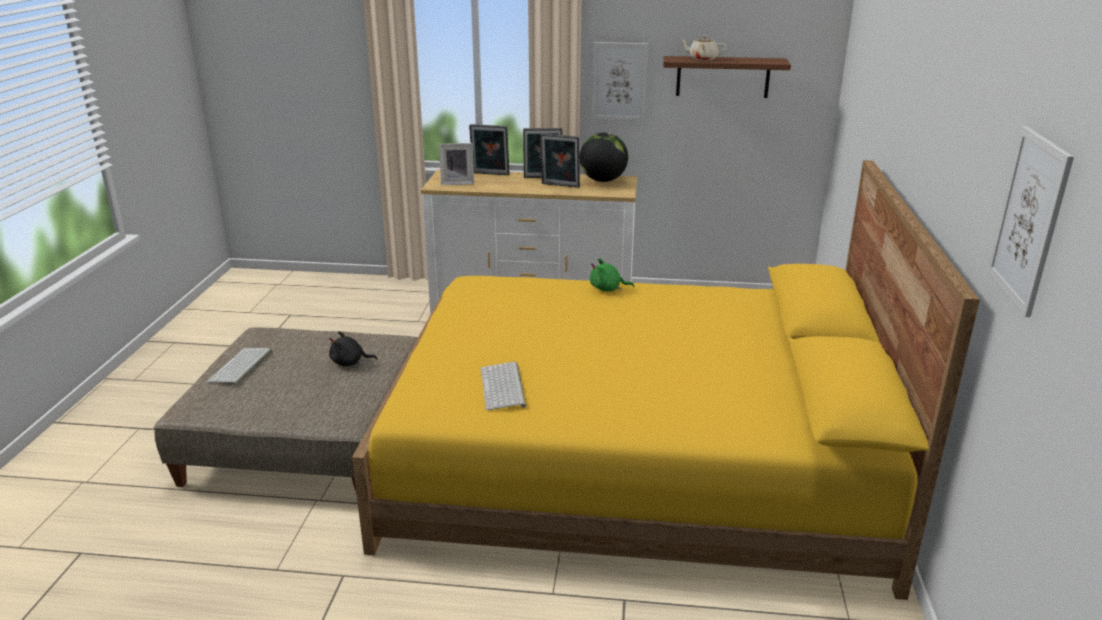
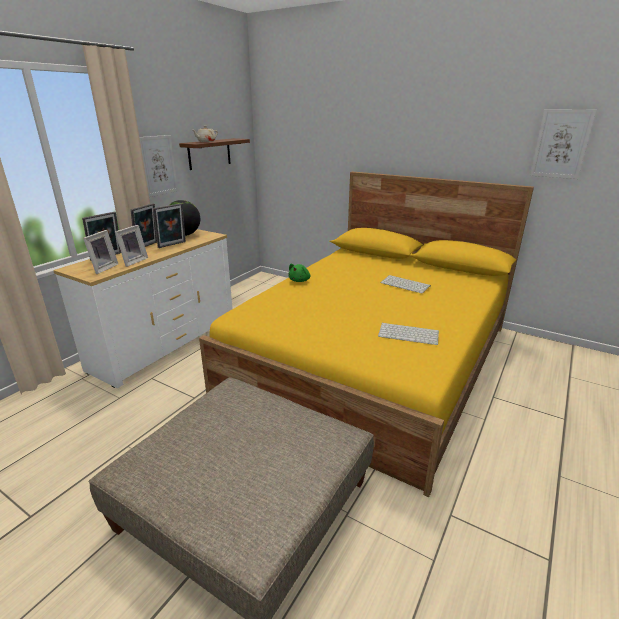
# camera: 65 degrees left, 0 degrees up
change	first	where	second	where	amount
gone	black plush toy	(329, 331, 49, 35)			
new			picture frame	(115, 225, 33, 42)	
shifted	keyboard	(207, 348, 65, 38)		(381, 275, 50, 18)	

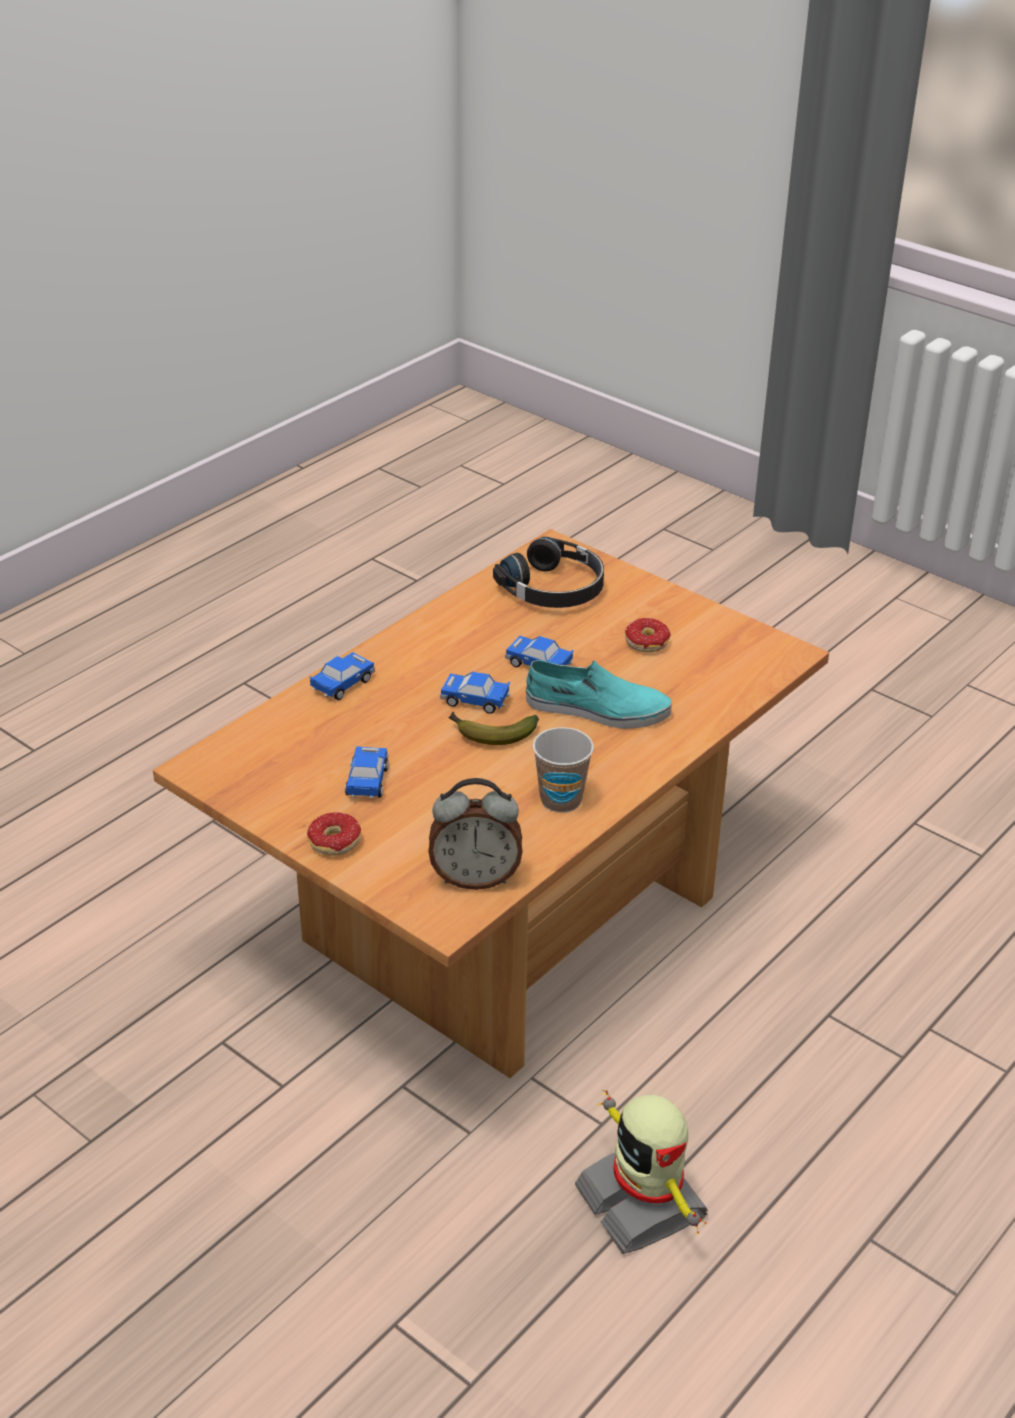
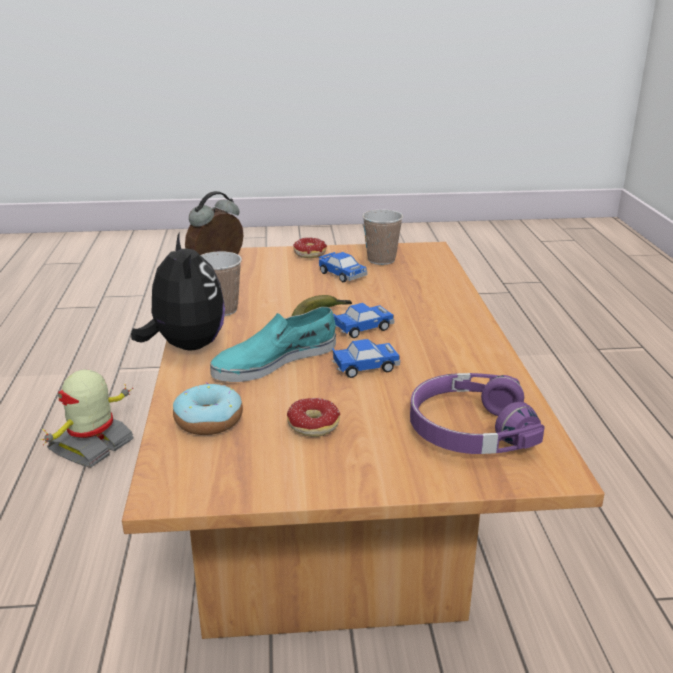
# camera: 135 degrees right, 10 degrees down
change	first	where	second	where	amount
gone	toy car	(309, 652, 66, 48)			
new			plush toy	(131, 234, 94, 117)	
new			donut	(173, 383, 70, 52)	
new			cup	(362, 209, 41, 56)	
repainted	black headphones	(493, 537, 111, 71)	purple headphones	(410, 373, 135, 81)	
rotated	toy robot	(575, 1090, 133, 164)		(41, 369, 93, 99)	75 degrees counterclockwise

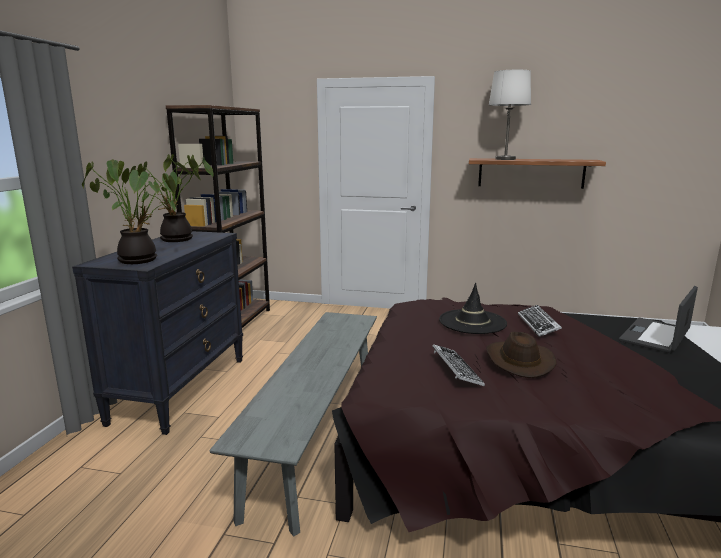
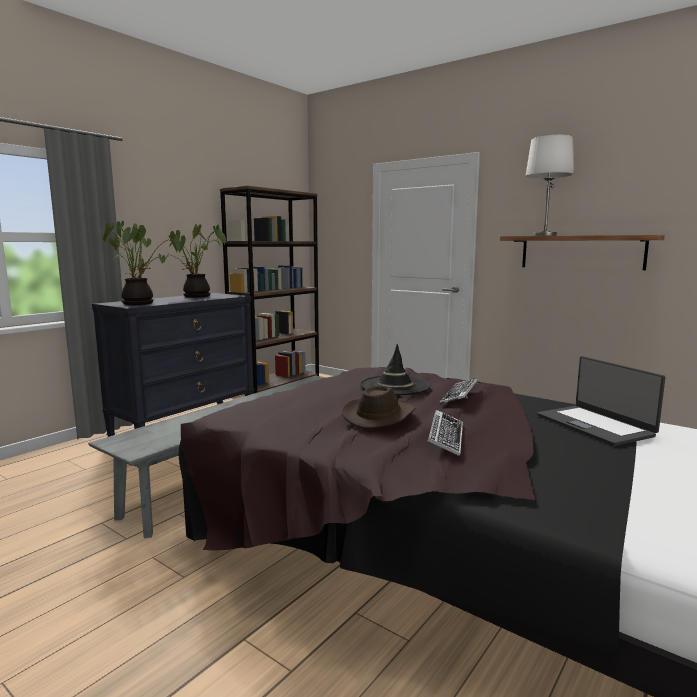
# camera: 25 degrees right, 5 degrees down
change	first	where	second	where	amount
shifted	keyboard	(432, 344, 53, 42)		(427, 410, 36, 46)	
rotated	laptop	(619, 286, 79, 67)		(537, 356, 128, 90)	90 degrees counterclockwise

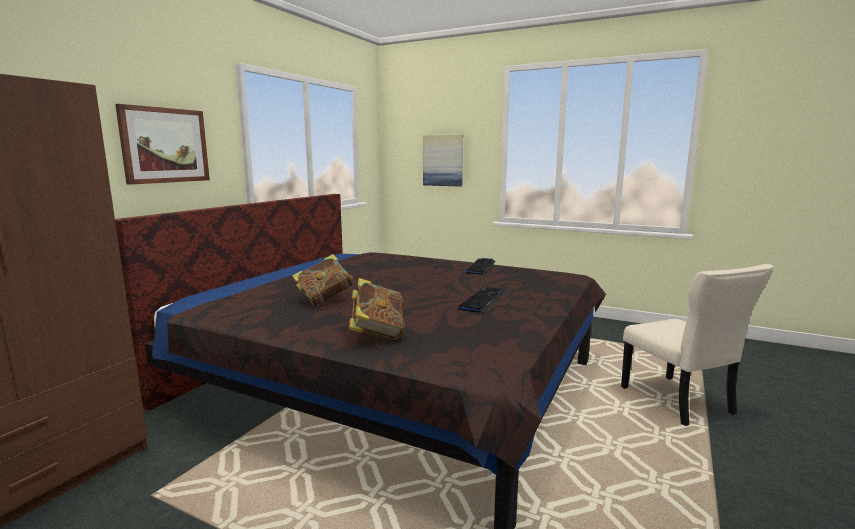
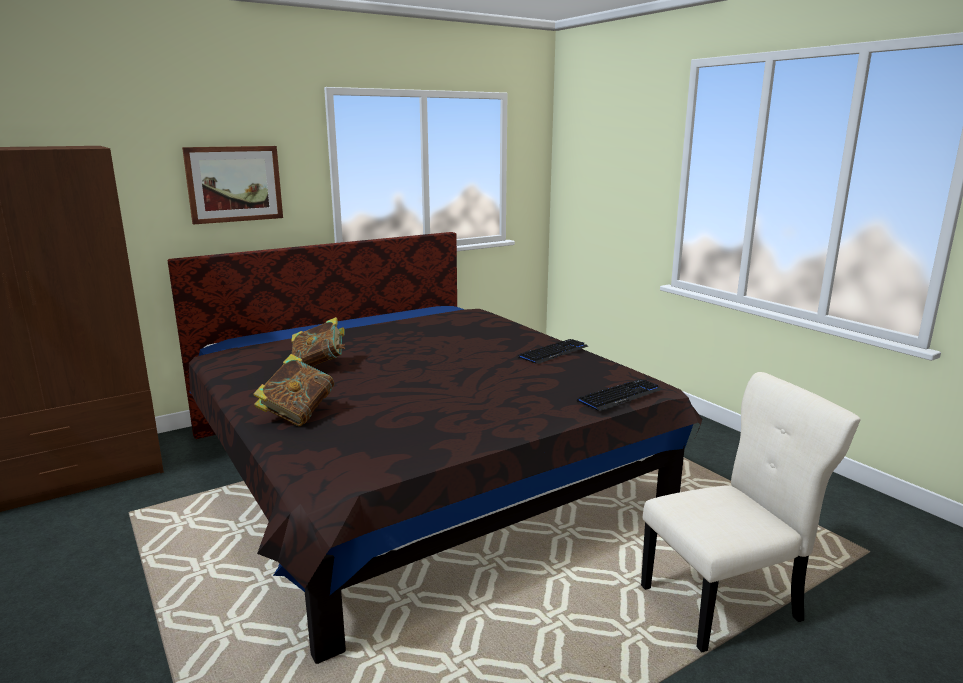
# camera: 30 degrees right, 5 degrees up
change	first	where	second	where	amount
gone	picture	(423, 135, 40, 52)			
shifted	keyboard	(458, 287, 47, 26)		(577, 379, 86, 32)	
rotated	beige chair	(621, 264, 153, 162)		(641, 372, 220, 280)	120 degrees counterclockwise

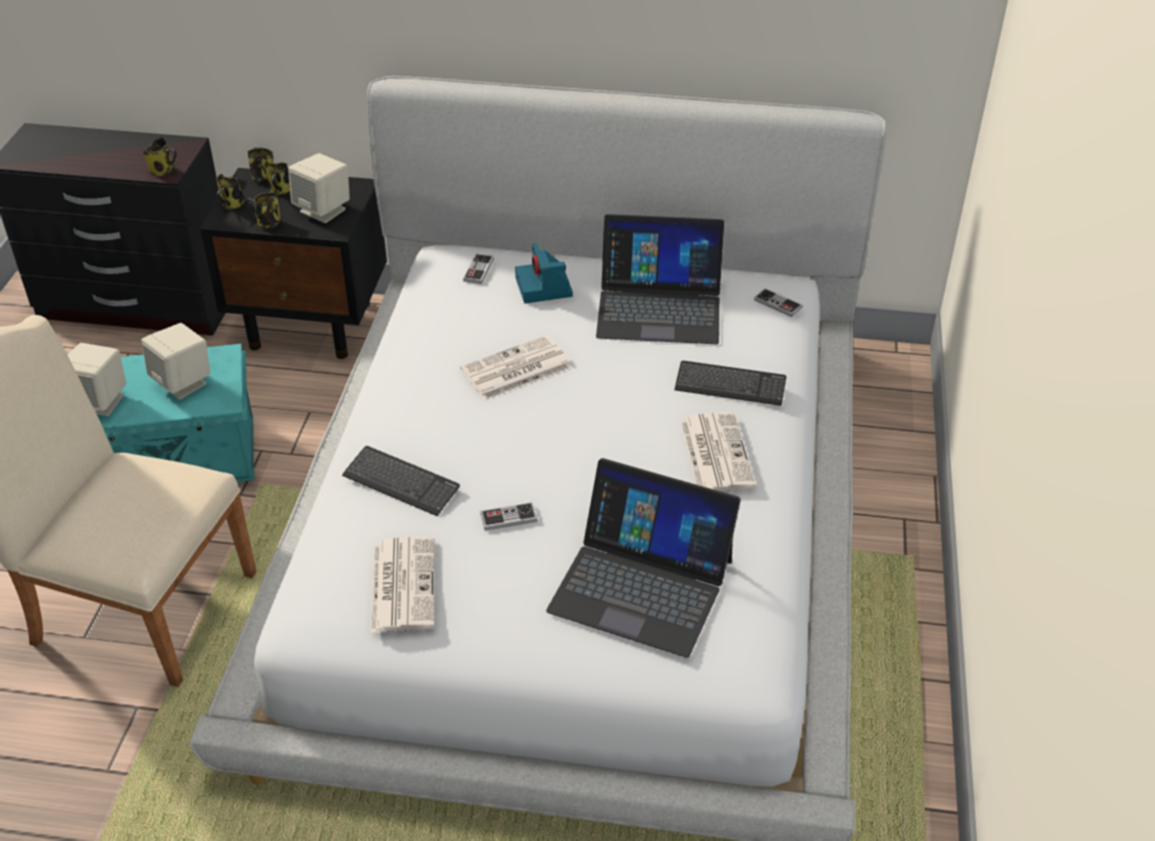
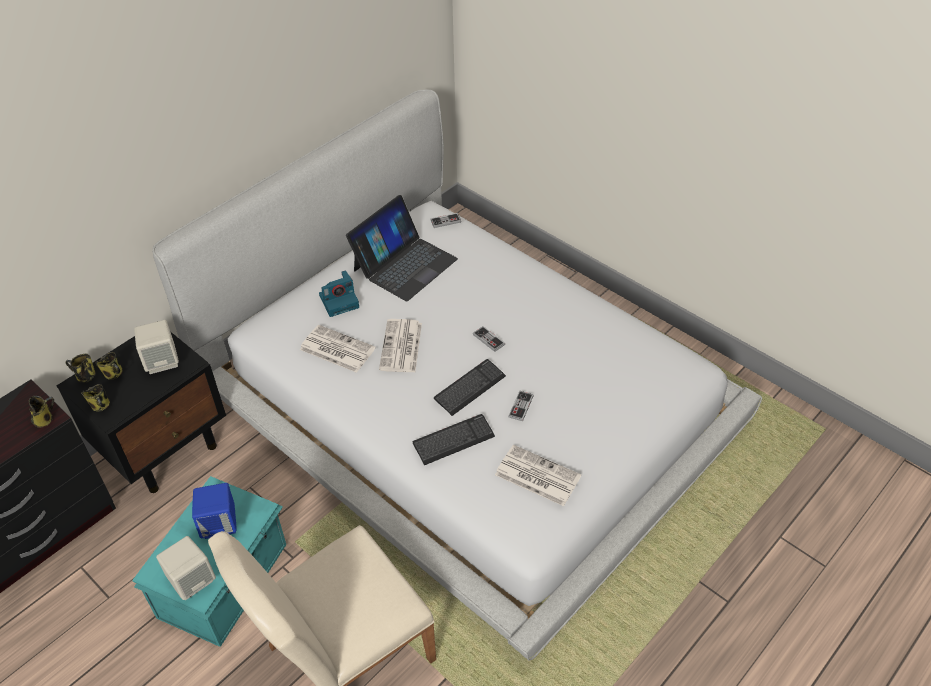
# camera: 55 degrees left, 5 degrees up
change	first	where	second	where	amount
gone	mug	(246, 192, 35, 37)			
gone	laptop	(546, 458, 195, 200)			
shifted	game controller	(463, 254, 31, 30)		(473, 326, 32, 26)	
shifted	keyboard	(675, 361, 111, 45)		(434, 359, 72, 57)	
shifted	newspaper	(681, 412, 75, 80)		(300, 325, 76, 48)	
repainted	beige speaker	(141, 323, 69, 76)	blue speaker	(192, 483, 45, 56)	
rotated	photo camera	(515, 243, 58, 61)		(319, 270, 40, 47)	45 degrees counterclockwise

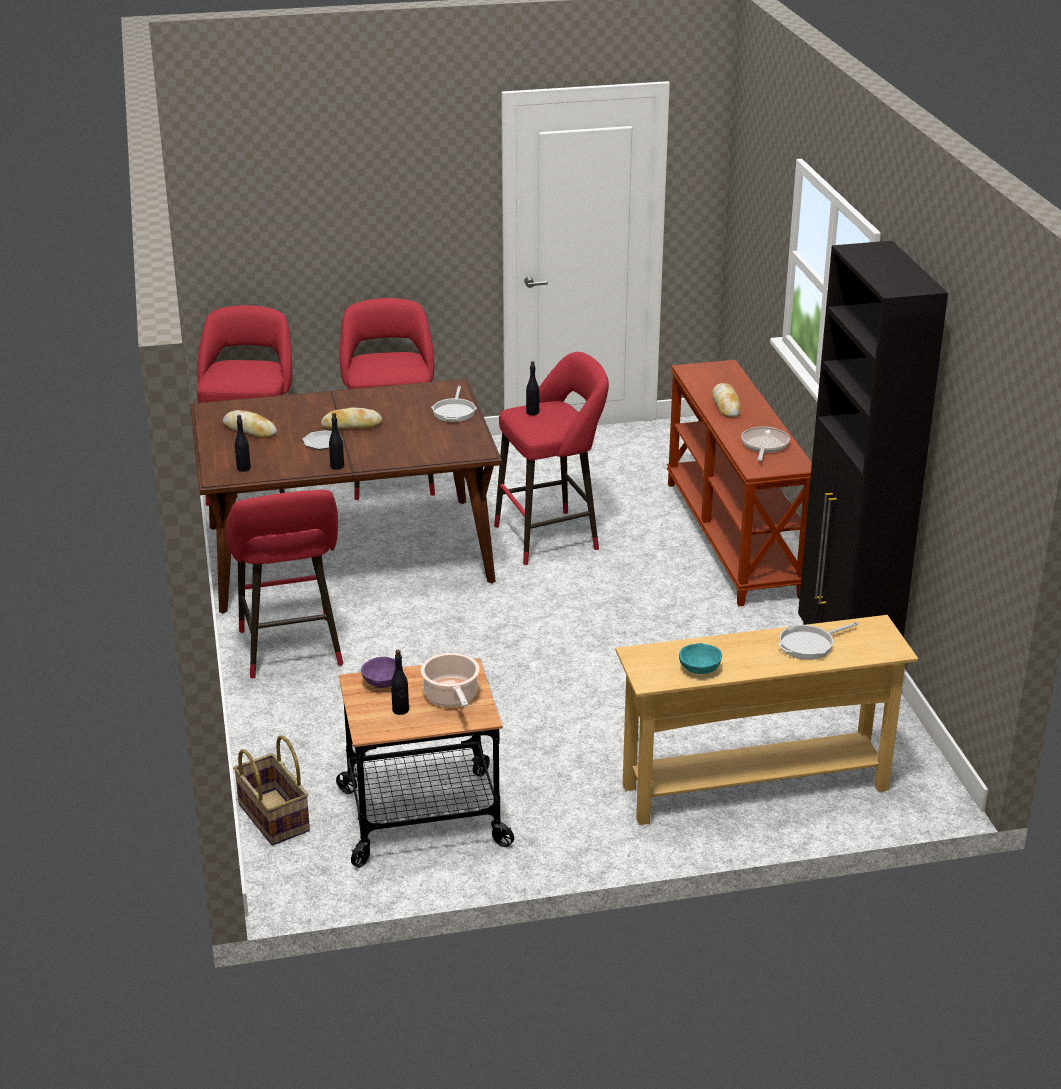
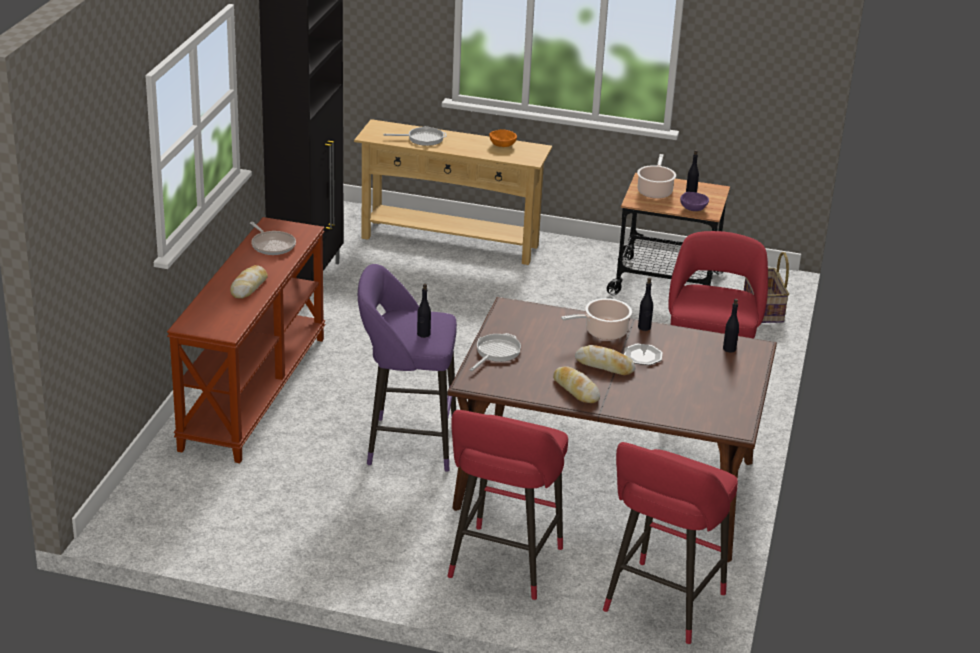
# camera: 155 degrees left, 0 degrees up
change	first	where	second	where	amount
new			cooking pot	(561, 298, 71, 42)	
shifted	bread	(223, 410, 54, 28)		(553, 366, 47, 37)	
repainted	red stool	(494, 352, 115, 213)	purple stool	(358, 264, 99, 208)	
repainted	turquoise bowl	(679, 643, 43, 31)	orange bowl	(489, 129, 28, 18)	
rotated	frying pan	(741, 426, 49, 35)		(250, 222, 46, 33)	75 degrees counterclockwise

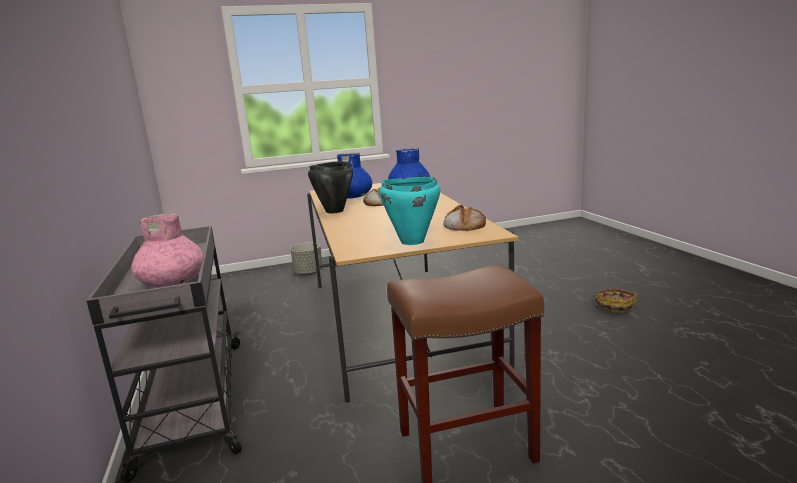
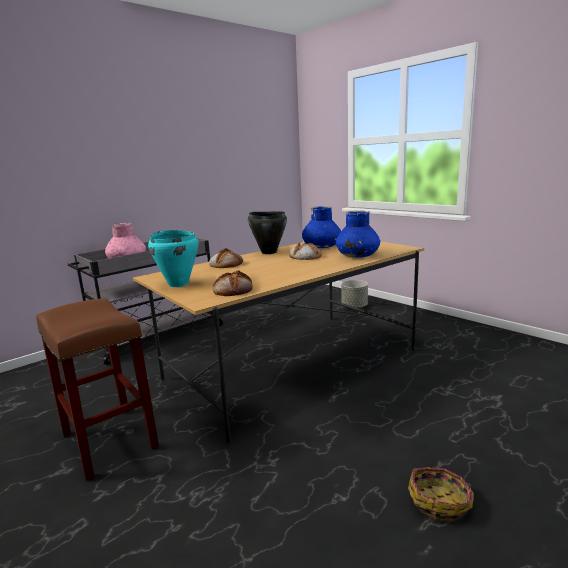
# camera: 65 degrees right, 0 degrees up
change	first	where	second	where	amount
new			bread	(209, 248, 34, 20)	

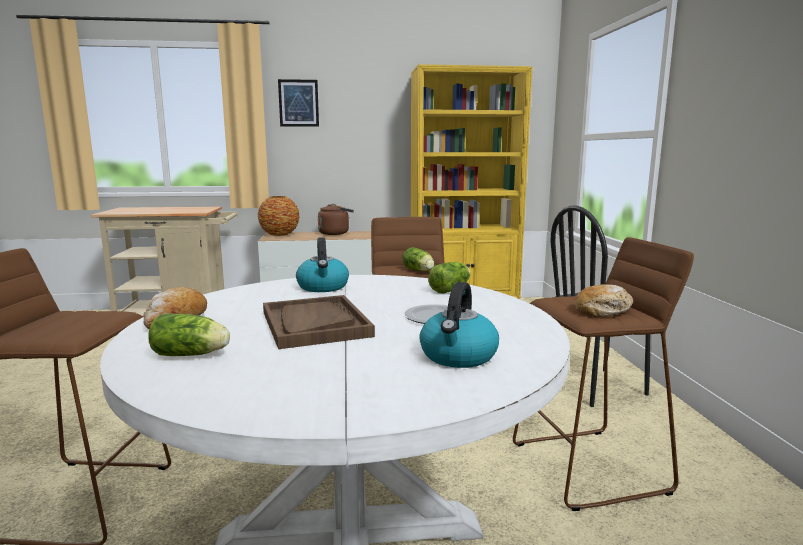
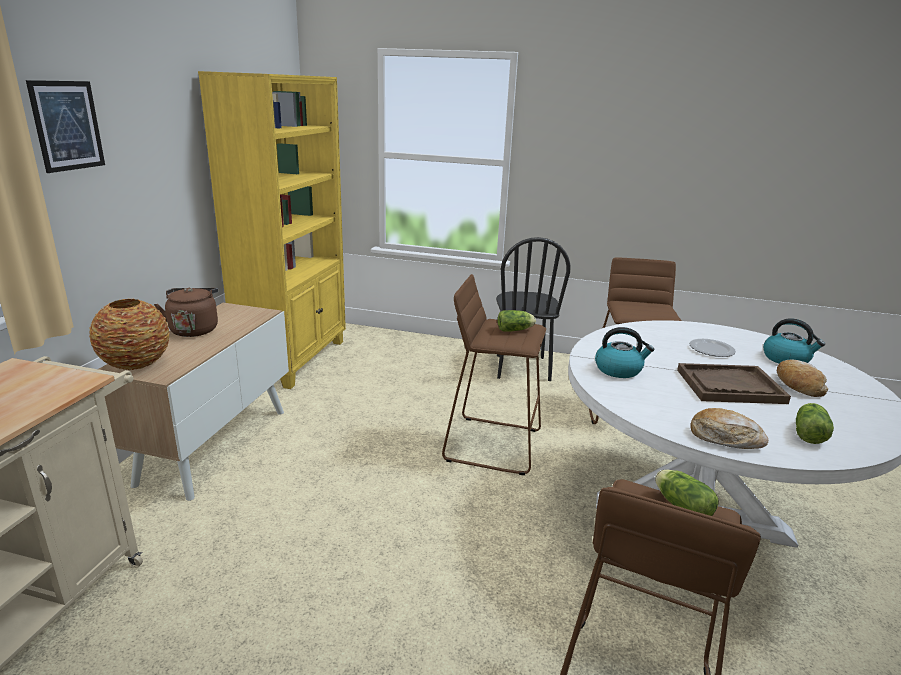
# camera: 70 degrees left, 10 degrees up
change	first	where	second	where	amount
shifted	lettuce	(428, 262, 43, 32)		(655, 469, 64, 47)	
shifted	bread	(575, 284, 58, 33)		(777, 360, 51, 37)	

